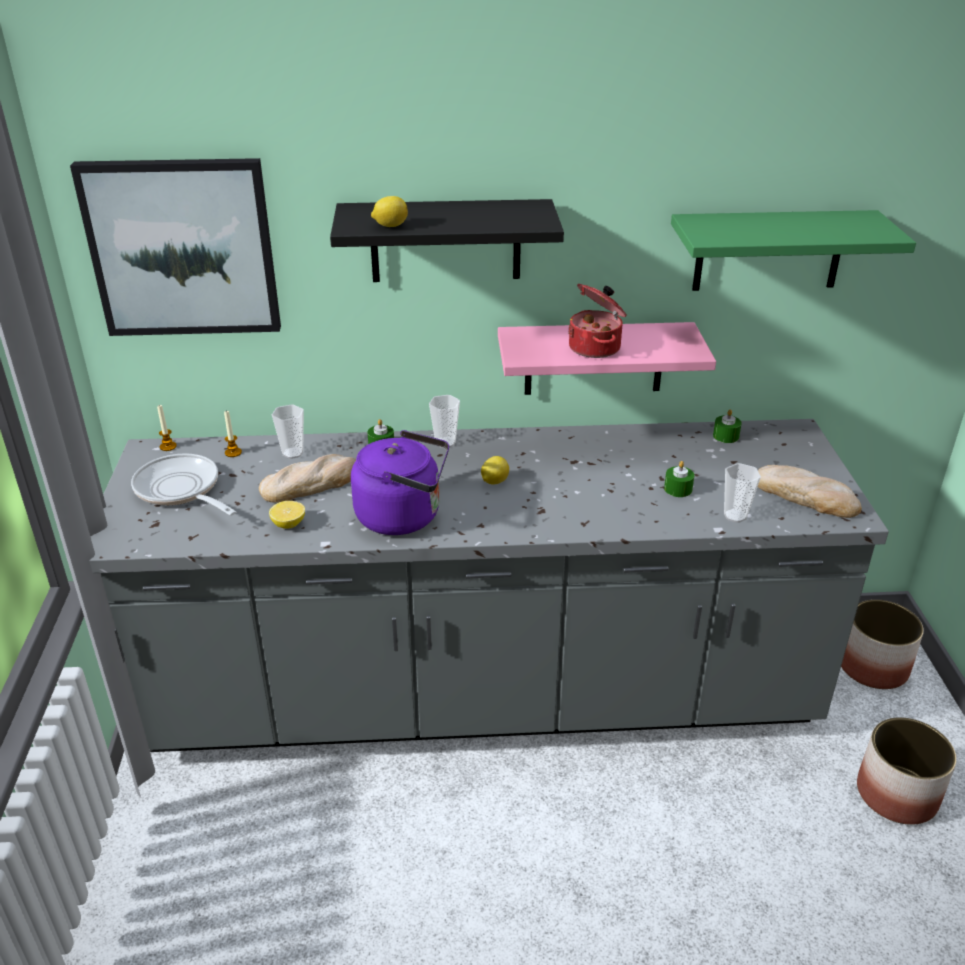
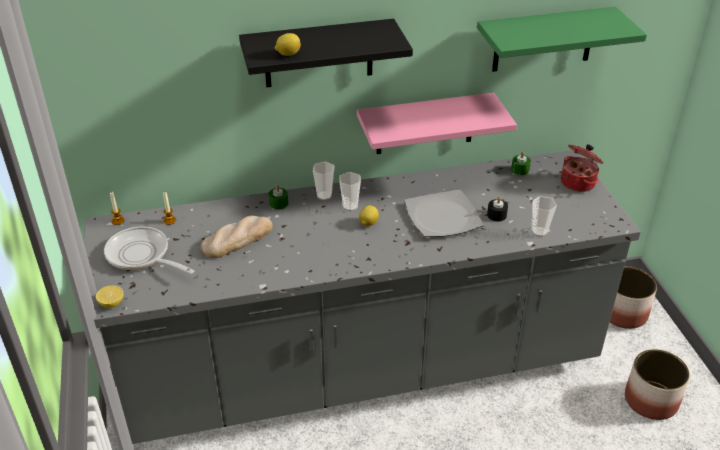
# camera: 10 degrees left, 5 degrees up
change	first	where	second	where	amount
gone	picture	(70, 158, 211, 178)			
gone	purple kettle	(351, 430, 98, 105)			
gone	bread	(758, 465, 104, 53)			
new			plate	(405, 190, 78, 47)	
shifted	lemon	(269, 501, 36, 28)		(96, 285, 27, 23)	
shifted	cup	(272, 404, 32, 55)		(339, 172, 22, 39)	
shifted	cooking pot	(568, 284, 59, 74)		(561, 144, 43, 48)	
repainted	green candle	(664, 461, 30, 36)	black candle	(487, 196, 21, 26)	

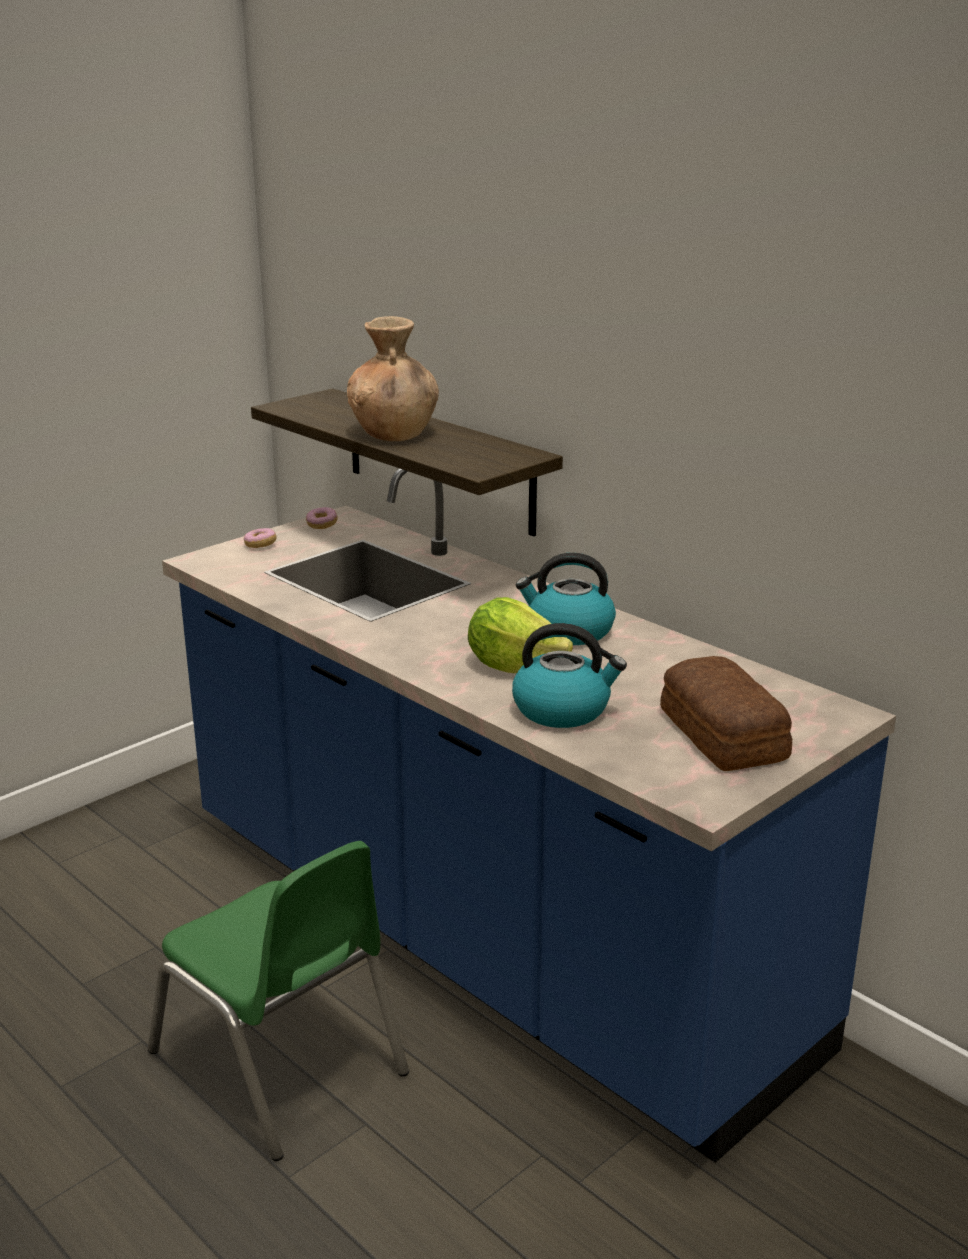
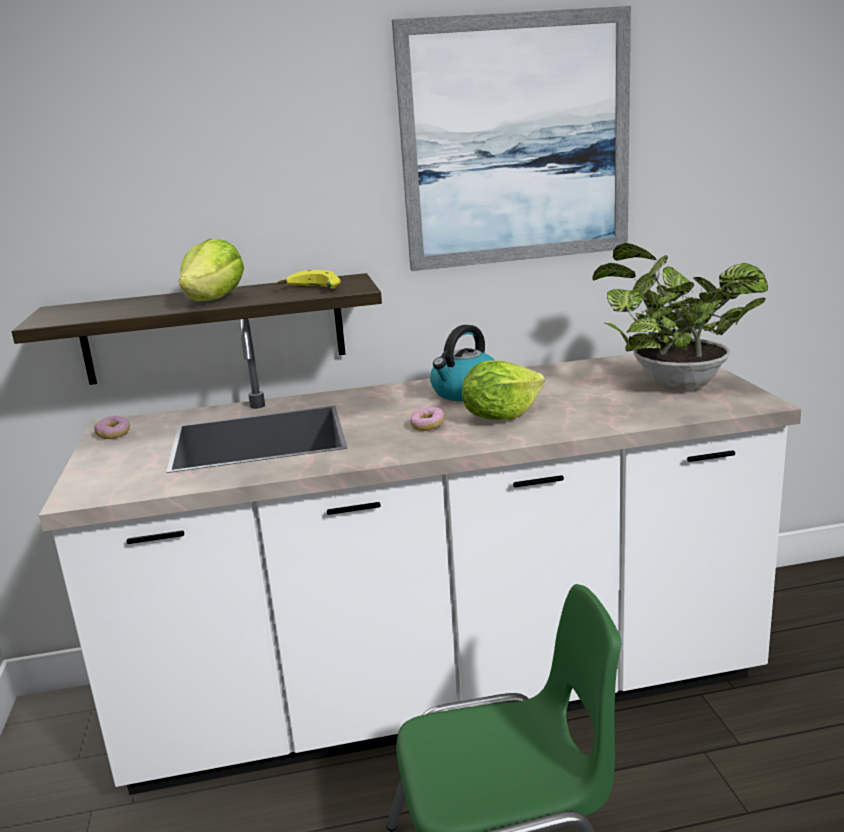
# camera: 55 degrees left, 5 degrees down
change	first	where	second	where	amount
gone	kettle	(512, 623, 115, 105)			
new			banana	(277, 270, 64, 19)	
new			picture	(392, 6, 239, 265)	
shifted	donut	(244, 528, 33, 20)		(410, 407, 35, 24)	
swapped	brown vase	(347, 316, 92, 125)	lettuce	(179, 239, 65, 62)	
swapped	bread	(660, 656, 132, 115)	potted plant	(592, 243, 176, 148)	
repainted	blue counter	(162, 468, 734, 695)	white counter	(39, 318, 762, 477)	

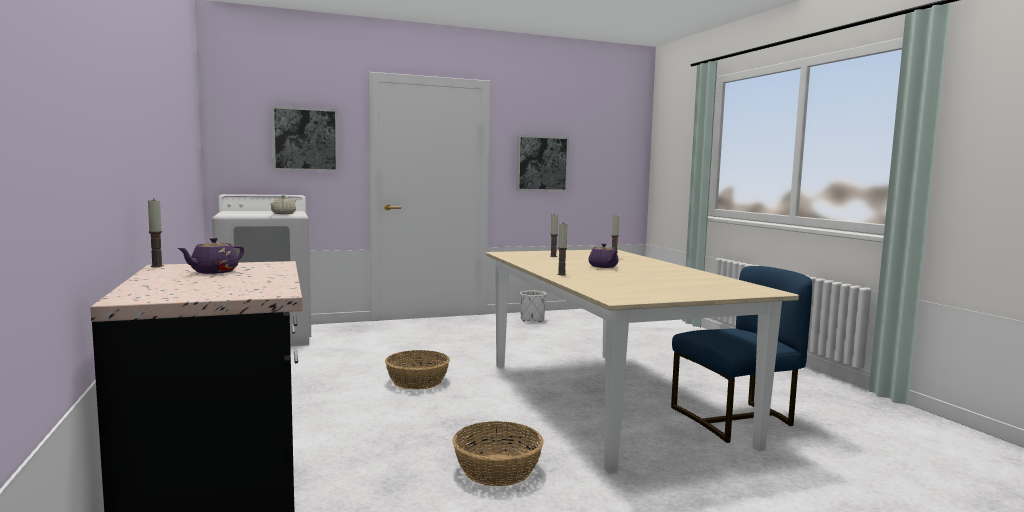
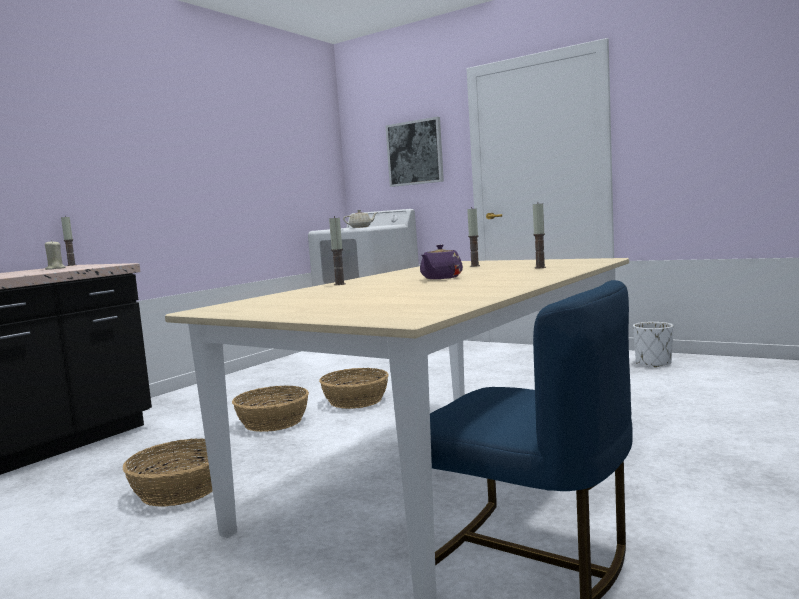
# camera: 55 degrees right, 0 degrees up
change	first	where	second	where	amount
gone	picture	(516, 135, 53, 56)			
new			basket	(232, 385, 77, 47)	
swapped	purple teapot	(177, 238, 67, 36)	beige candle	(45, 240, 20, 30)	

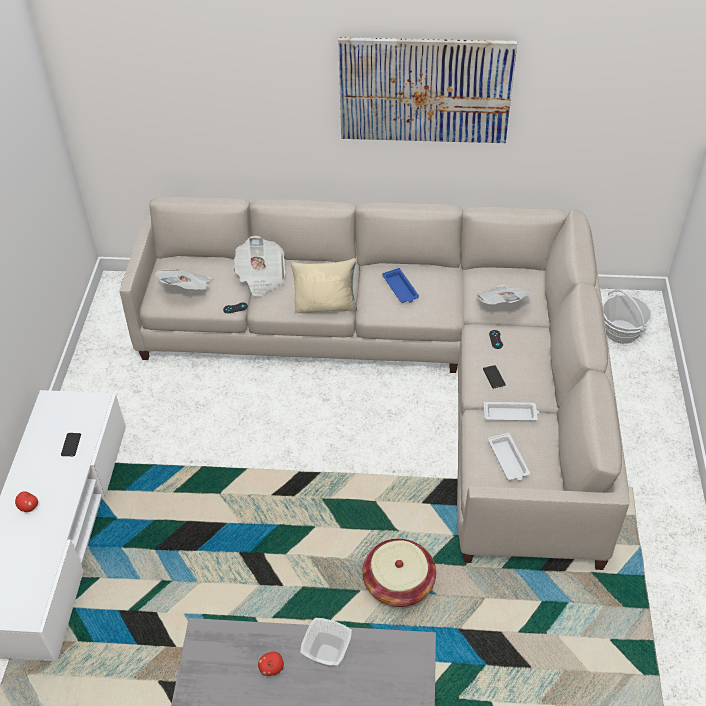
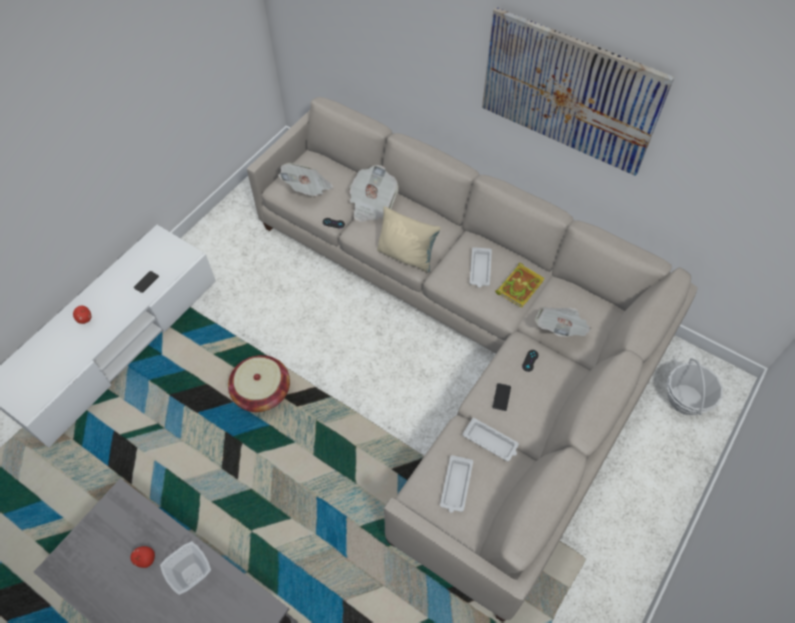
# camera: 30 degrees right, 10 degrees up
change	first	where	second	where	amount
new			book	(495, 263, 49, 45)	
shifted	basket	(362, 539, 74, 68)		(228, 355, 62, 57)	
repainted	blue tray	(382, 268, 37, 35)	white tray	(470, 247, 22, 41)	

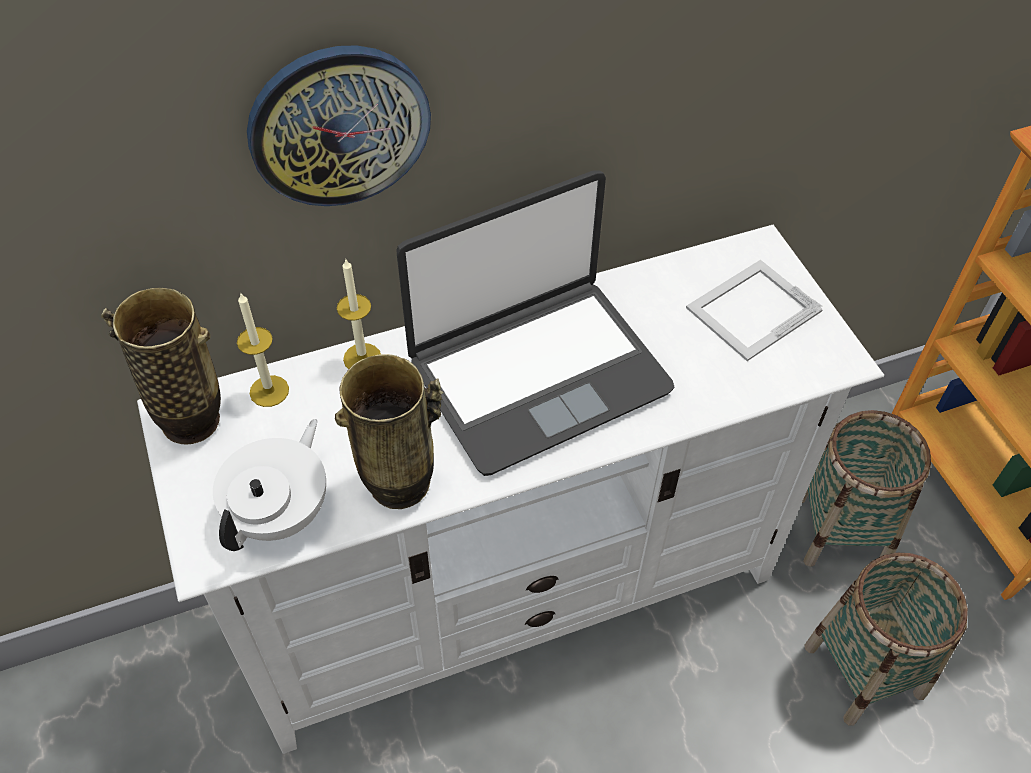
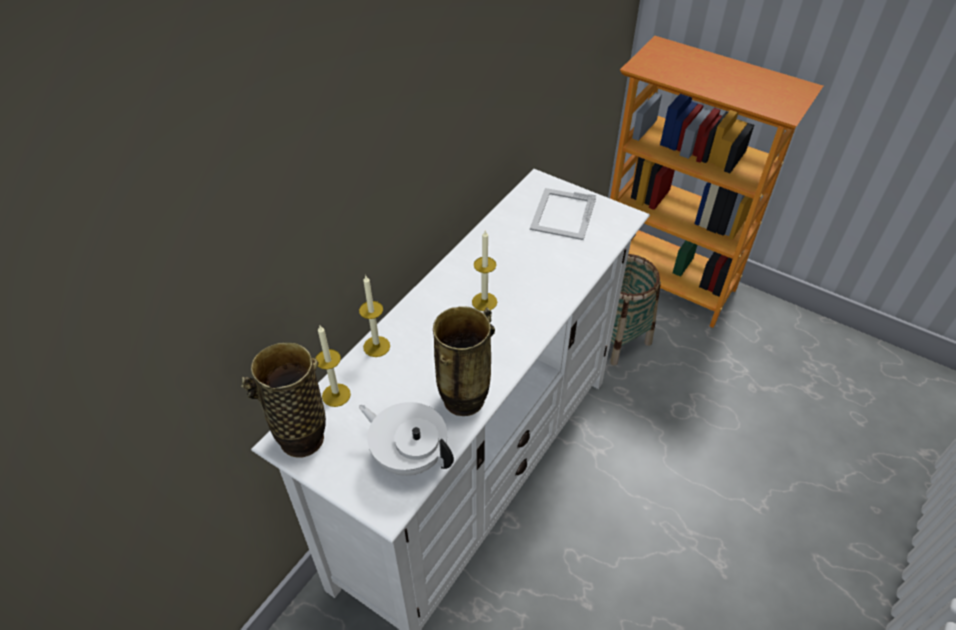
# camera: 35 degrees left, 5 degrees down
change	first	where	second	where	amount
gone	wall clock	(247, 45, 184, 161)			
gone	basket	(805, 553, 163, 173)			
swapped	laptop	(397, 170, 278, 306)	candle	(472, 230, 25, 81)	
rotated	white teapot	(213, 419, 113, 132)		(359, 402, 95, 74)	45 degrees counterclockwise

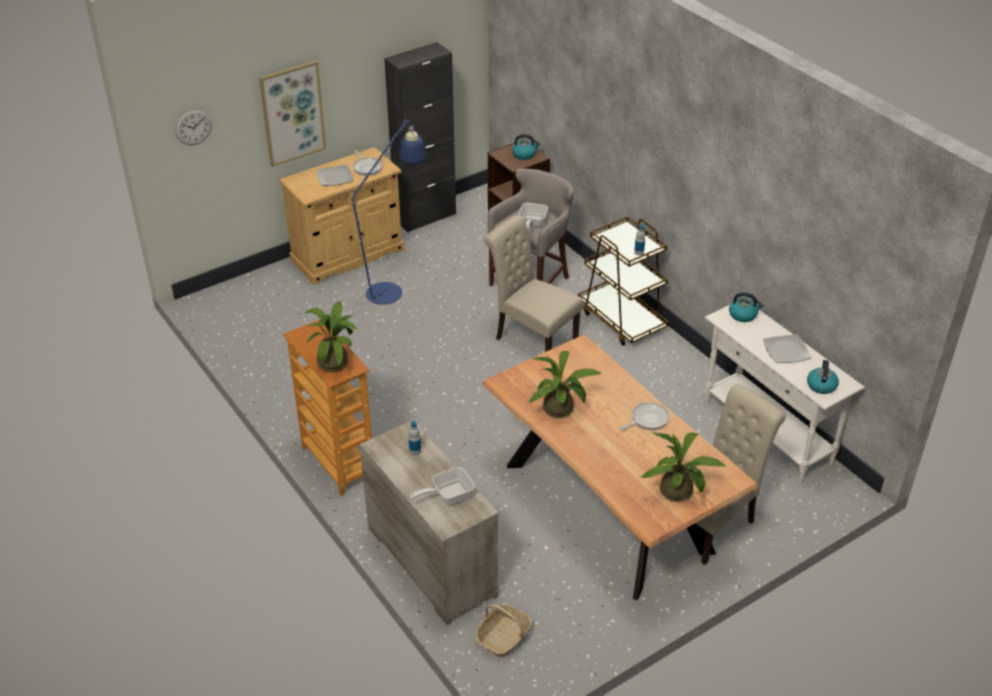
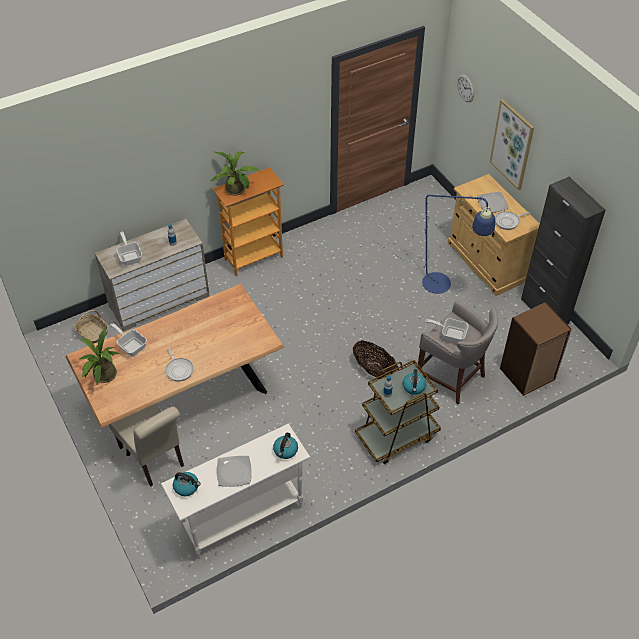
# camera: 95 degrees right, 10 degrees up
change	first	where	second	where	amount
gone	potted plant	(528, 351, 74, 67)			
new			frying pan	(110, 323, 37, 33)	
shifted	kettle	(512, 134, 28, 26)		(403, 369, 23, 26)	
swapped	beige chair	(484, 215, 99, 137)	basket	(353, 340, 46, 39)	

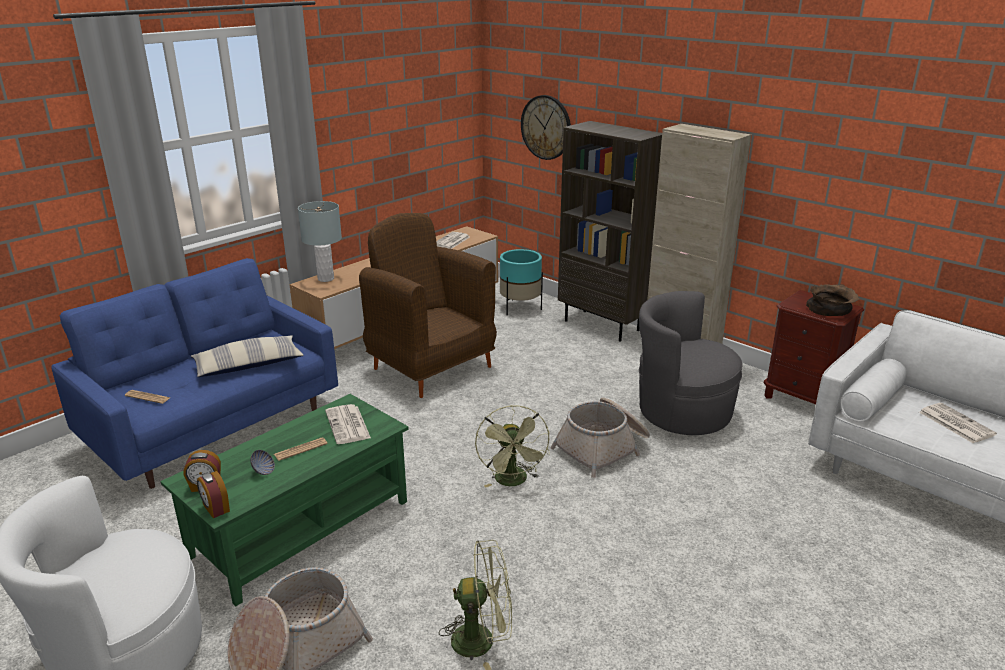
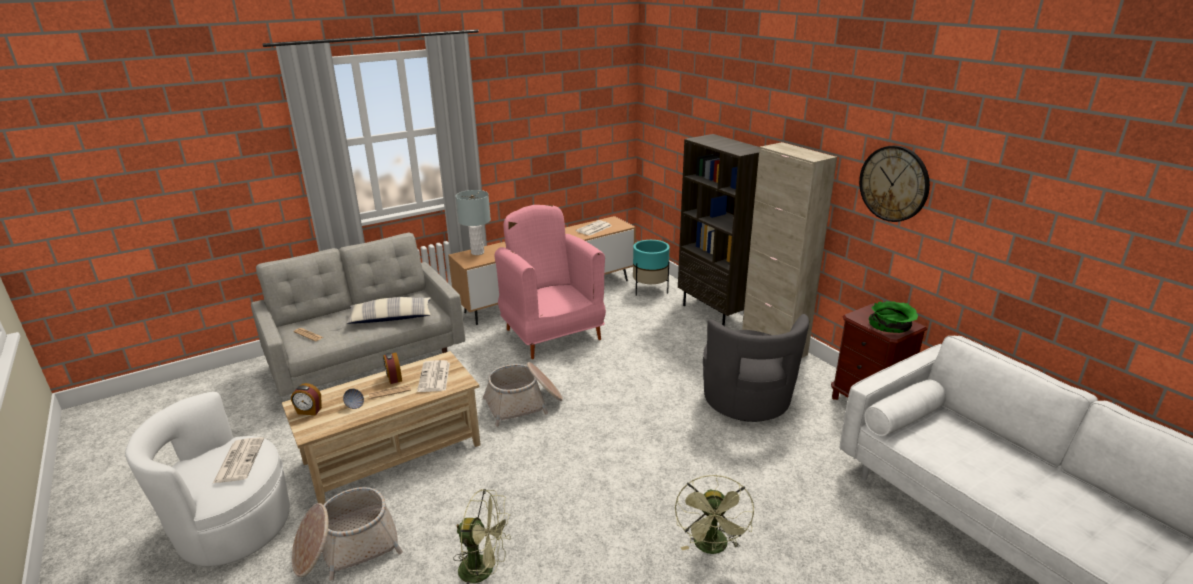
# camera: 15 degrees right, 0 degrees up
change	first	where	second	where	amount
shifted	alarm clock	(197, 471, 33, 47)		(383, 353, 19, 31)	
shifted	green fan	(475, 405, 75, 83)		(675, 475, 79, 79)	
shifted	wall clock	(521, 95, 50, 65)		(859, 145, 71, 77)	
shifted	basket	(551, 397, 99, 81)		(483, 362, 80, 65)	
shifted	newspaper	(919, 403, 78, 40)		(213, 437, 51, 46)	
repainted	blue sofa	(51, 258, 287, 231)	grey sofa	(251, 233, 214, 164)	
repainted	green coffee table	(160, 394, 249, 213)	beige coffee table	(282, 351, 199, 154)	
repainted	brown armchair	(359, 213, 138, 185)	pink armchair	(495, 205, 111, 154)	
repainted	brown bowl	(806, 284, 54, 32)	green bowl	(869, 301, 49, 32)	
rotated	grey armchair	(639, 291, 104, 144)		(703, 314, 106, 108)	135 degrees counterclockwise

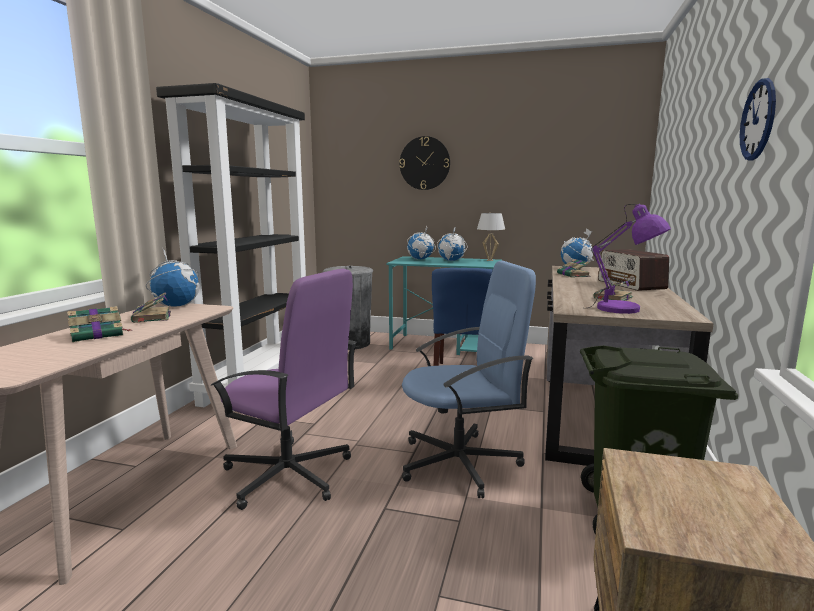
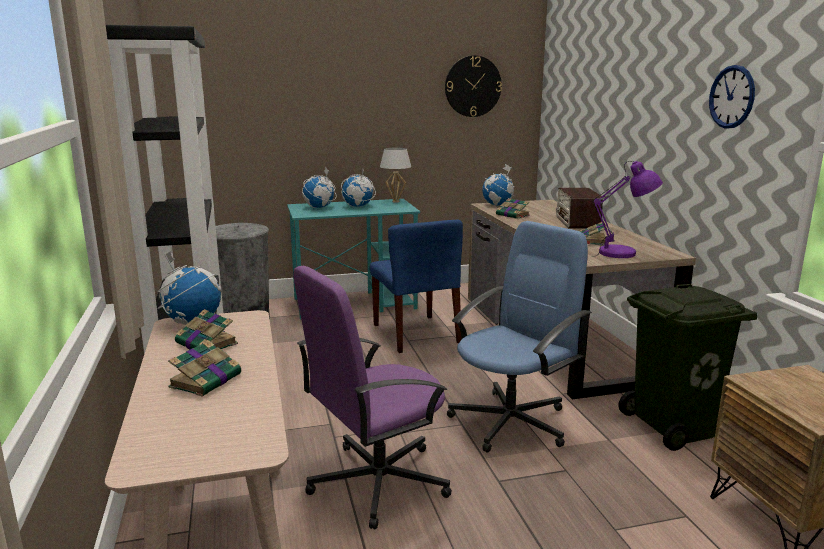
# camera: 30 degrees left, 5 degrees up
change	first	where	second	where	amount
shifted	wall clock	(399, 136, 51, 54)		(445, 56, 57, 61)	
rotated	purple office chair	(211, 269, 146, 241)		(294, 266, 158, 264)	150 degrees clockwise
rotated	radio	(598, 249, 71, 42)		(556, 188, 47, 40)	45 degrees clockwise

